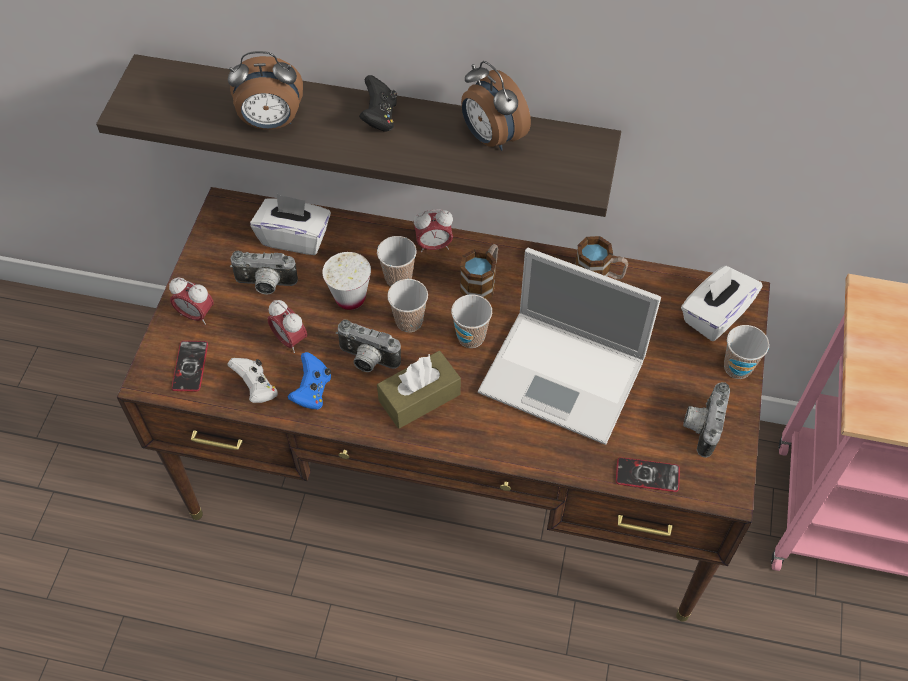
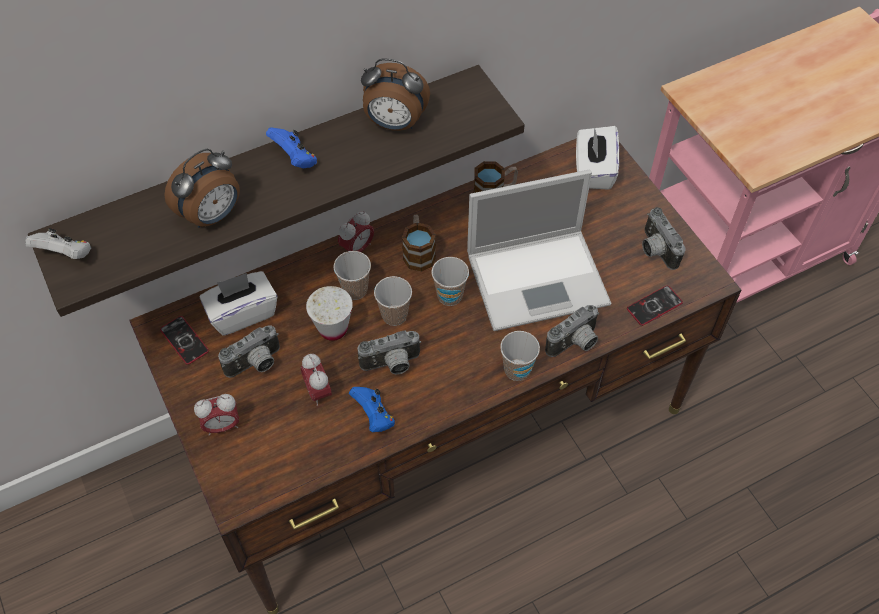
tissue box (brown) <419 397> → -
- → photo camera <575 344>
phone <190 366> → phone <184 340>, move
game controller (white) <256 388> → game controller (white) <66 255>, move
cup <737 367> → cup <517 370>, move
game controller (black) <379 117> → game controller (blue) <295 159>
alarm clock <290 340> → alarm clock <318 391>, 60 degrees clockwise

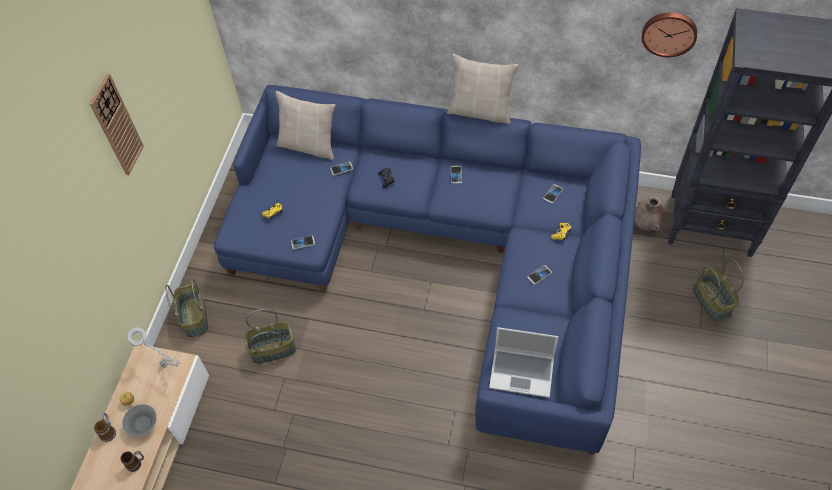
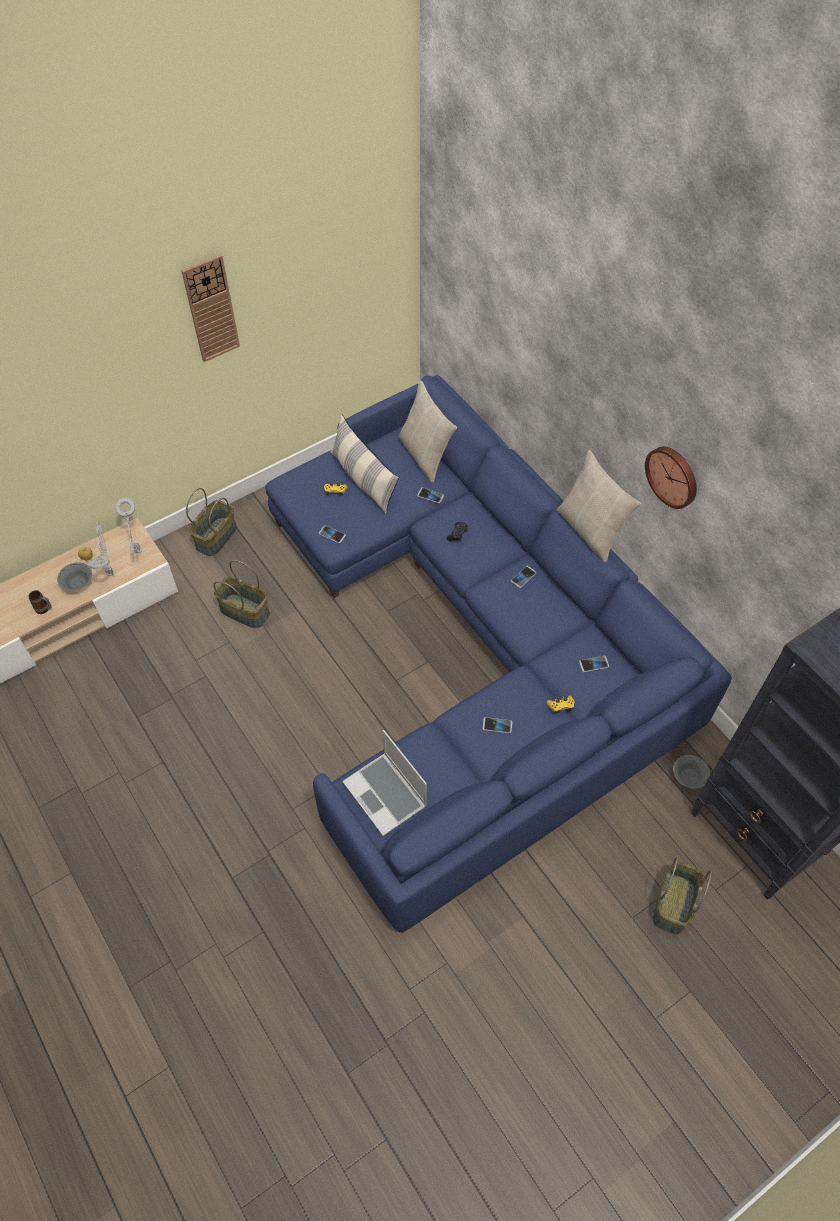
mug <108 431> → -
- → table lamp (grey) <110 572>
- → pillow <363 479>
wall clock <669 33> → wall clock <673 476>, move
vase (brown) <645 225> → bowl (grey) <688 777>

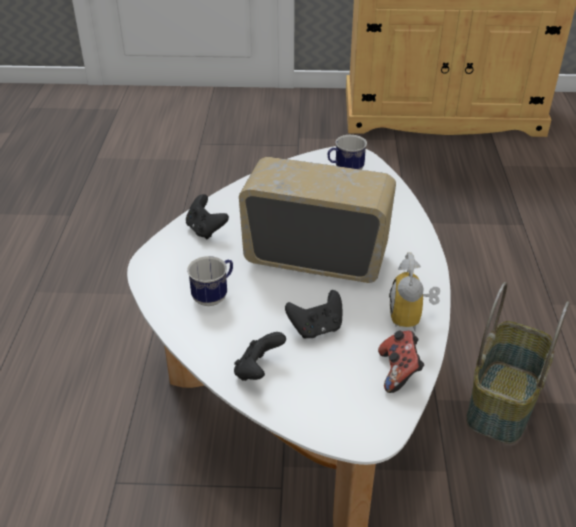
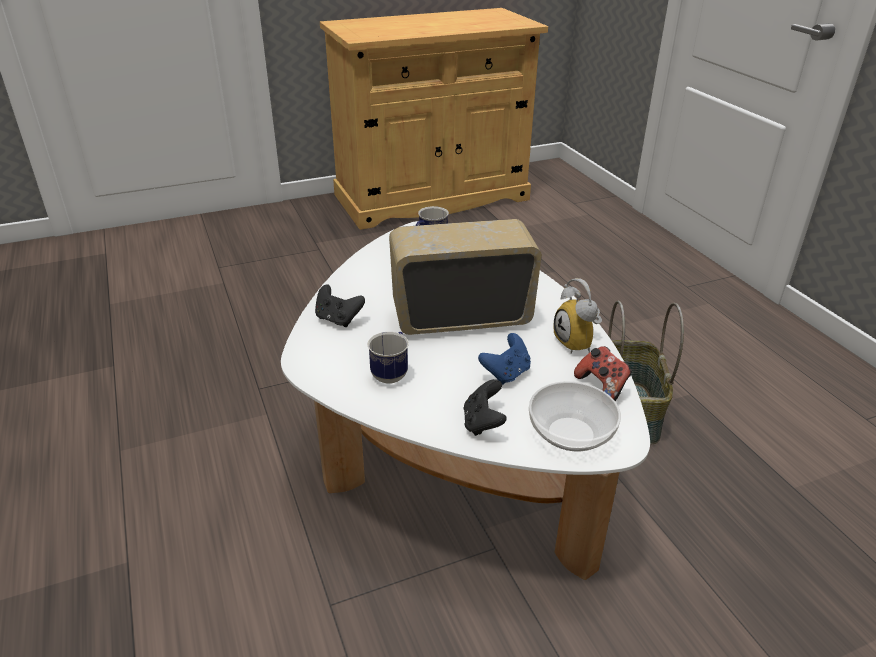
- → bowl <571 435>
game controller (black) <316 328> → game controller (blue) <506 373>

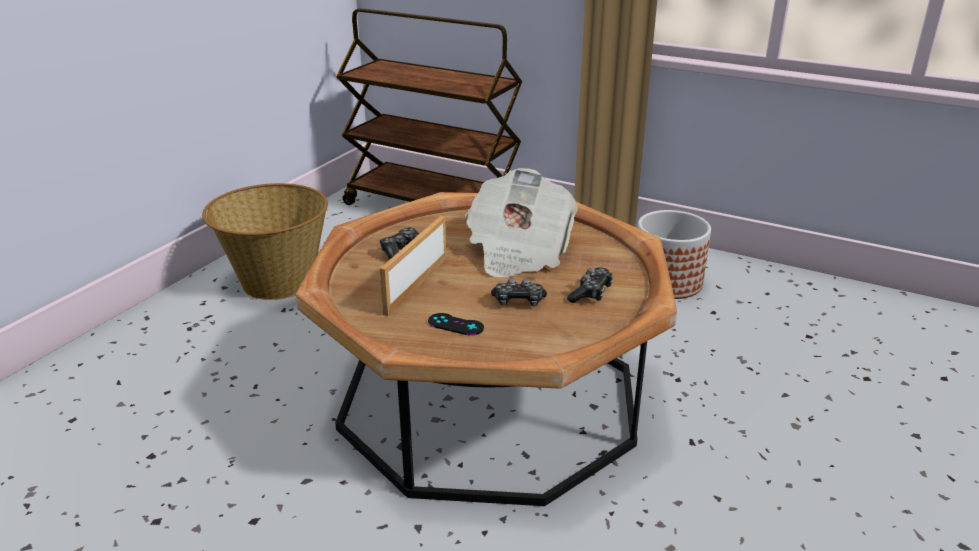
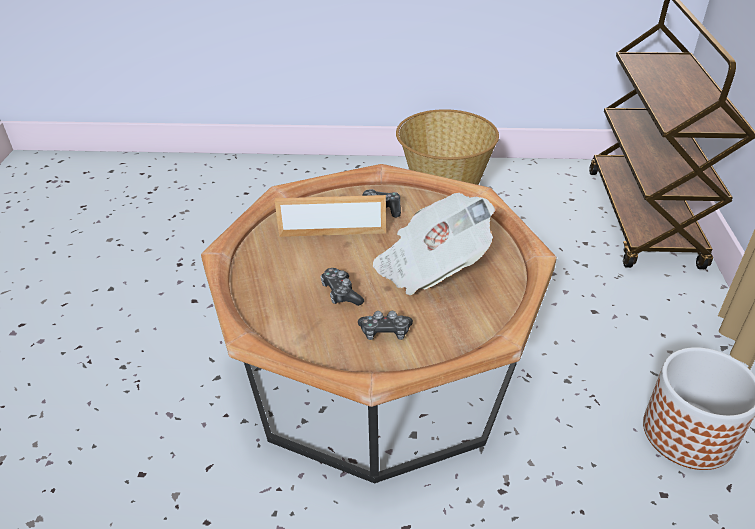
game controller (black) <455 324> → -

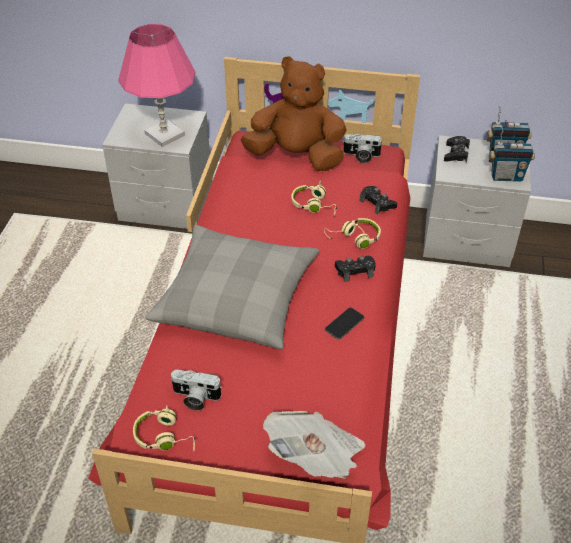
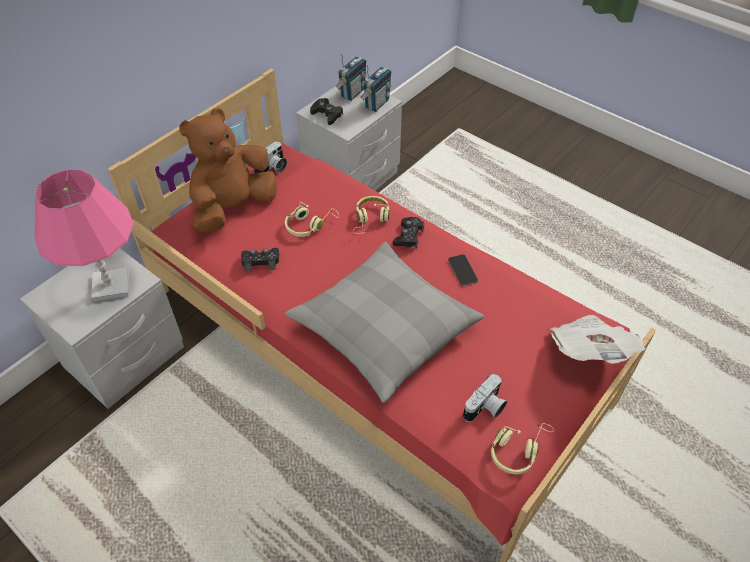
game controller (black) <377 203> → game controller (black) <261 262>, move

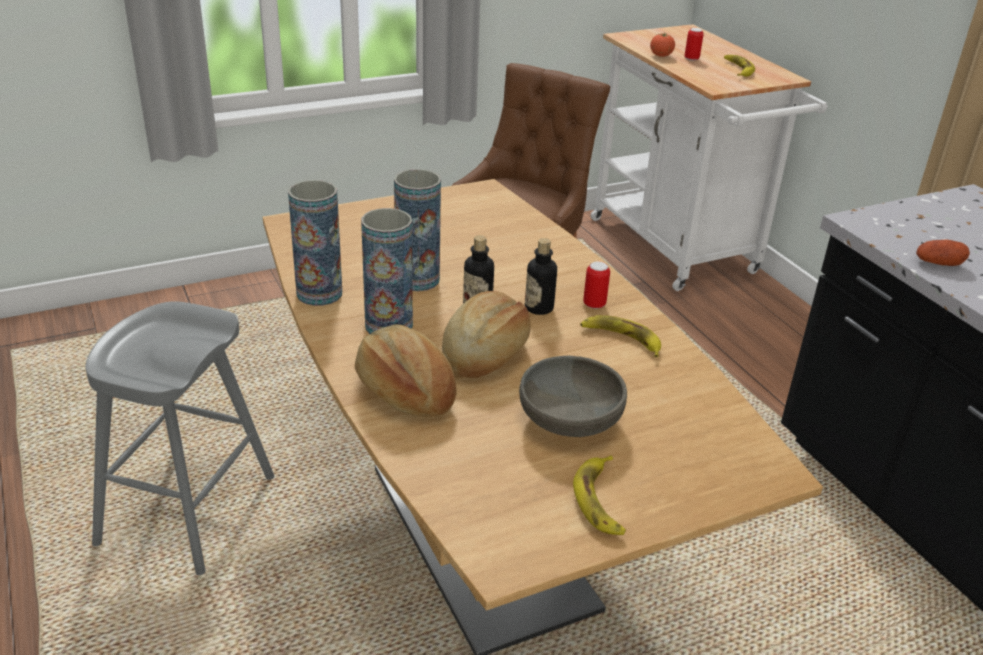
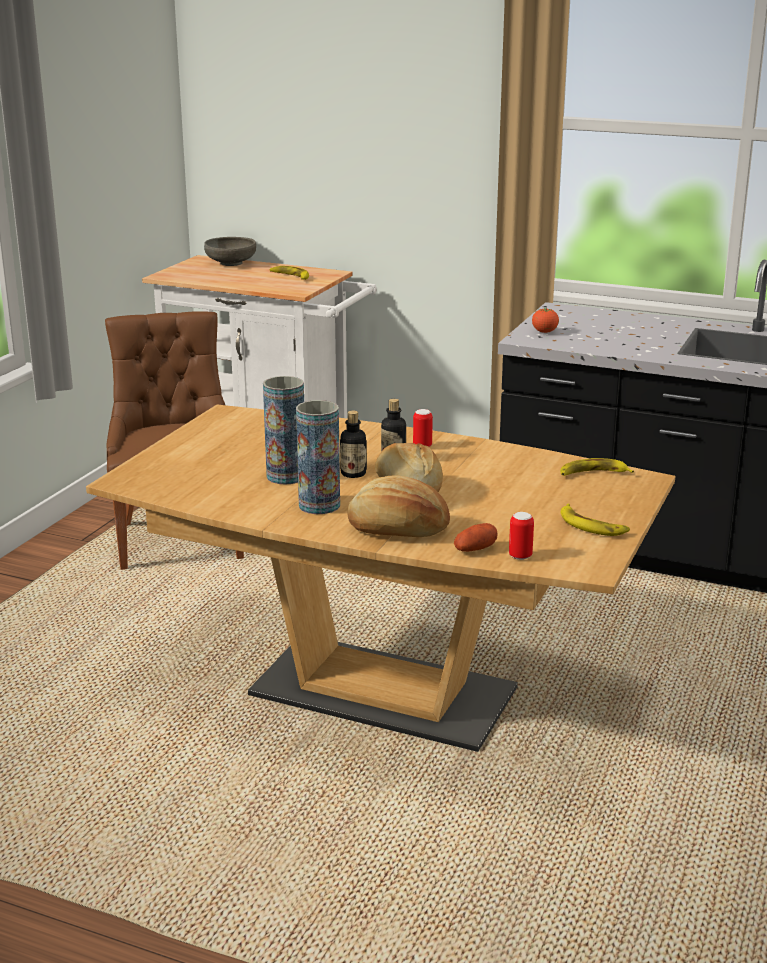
stool (grey) <187 510> → -
vase <319 293> → -
bowl (grey) <570 420> → bowl (grey) <231 263>, move
banana <621 339> → banana <593 474>, move
tomato <661 56> → tomato <544 332>, move
can <691 59> → can <520 556>, move
potato <938 263> → potato <475 549>, move

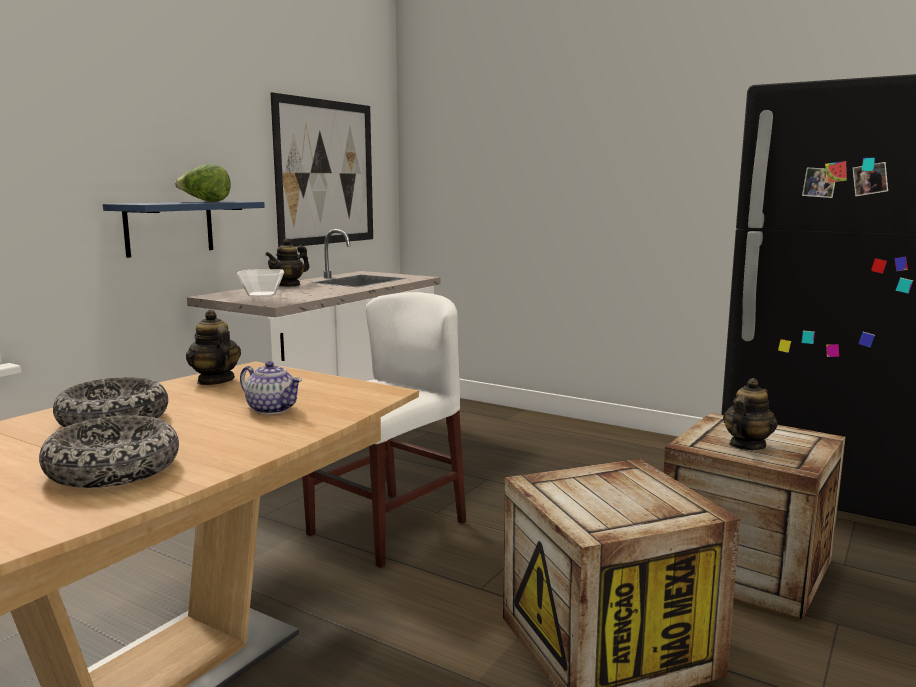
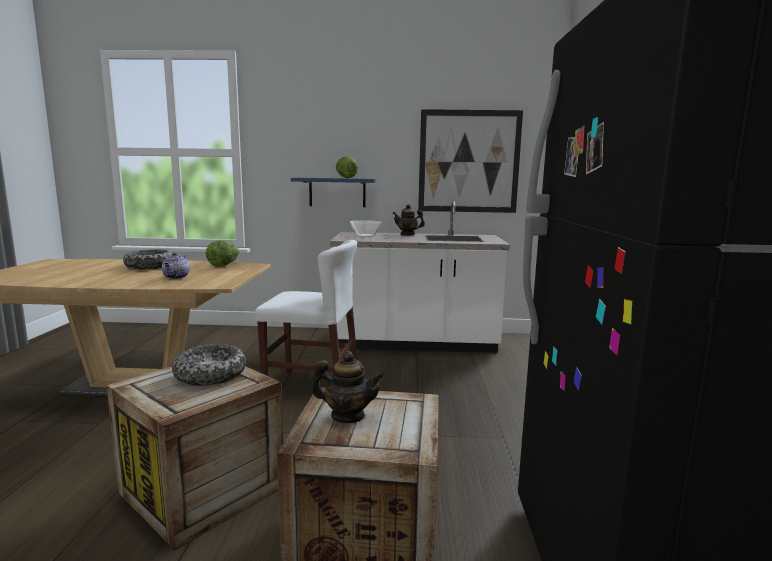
bowl <113 469> → bowl <210 375>, move
teapot <215 381> → lettuce <224 265>

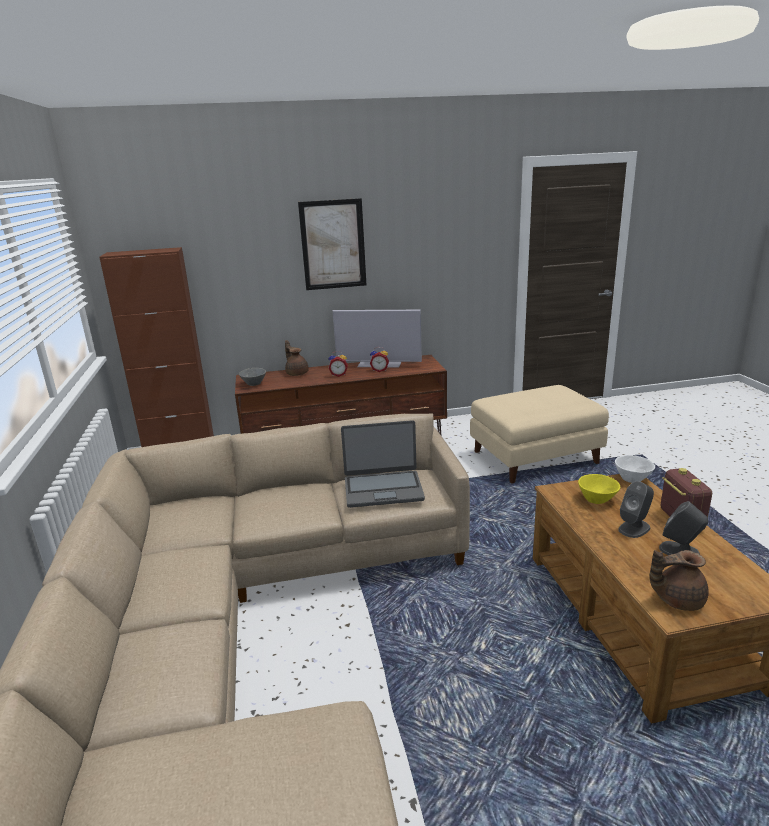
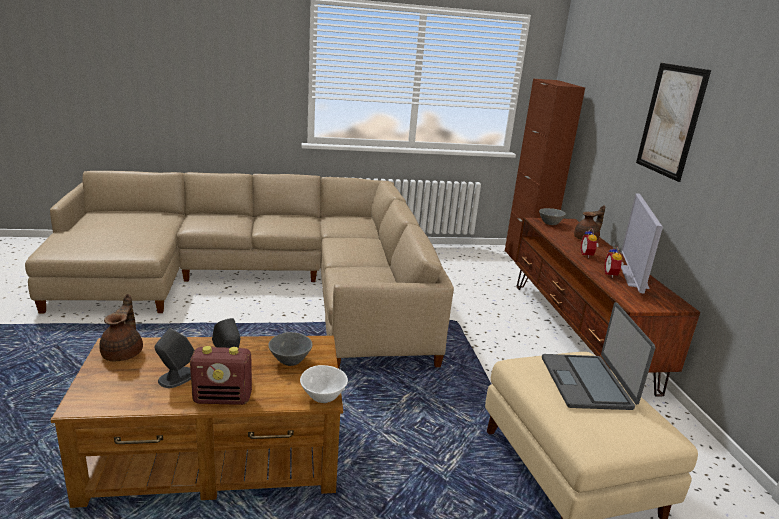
laptop <383 489> → laptop <587 383>, move
bowl (yellow) <598 500> → bowl (grey) <289 361>

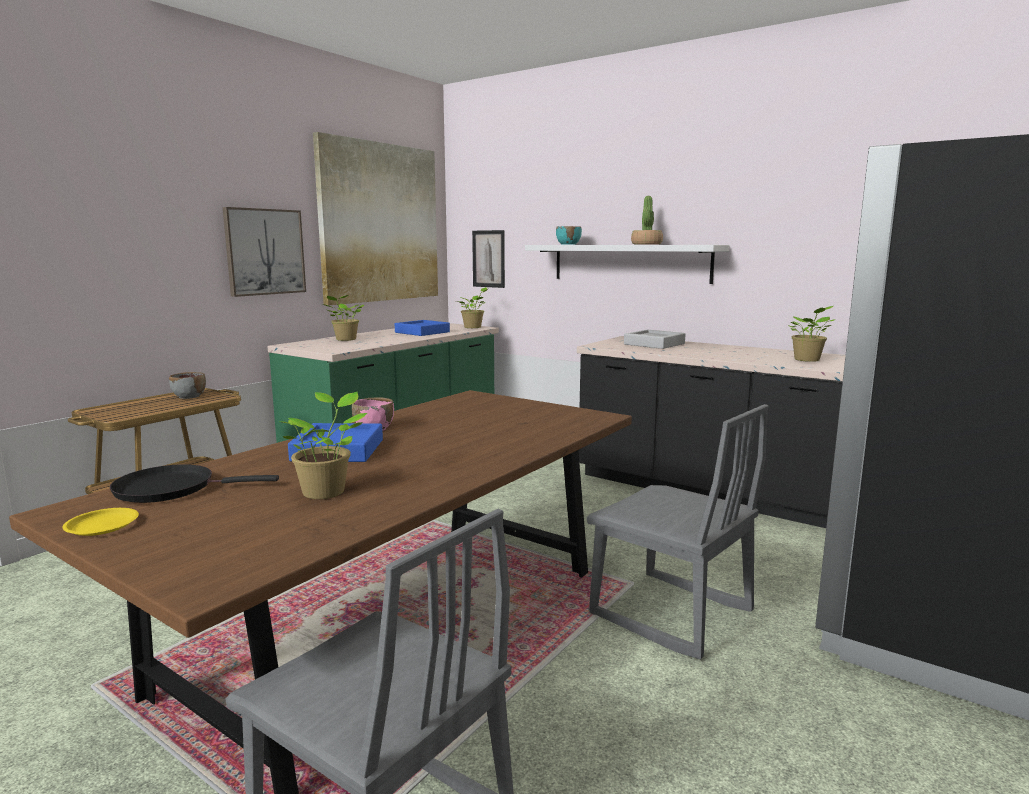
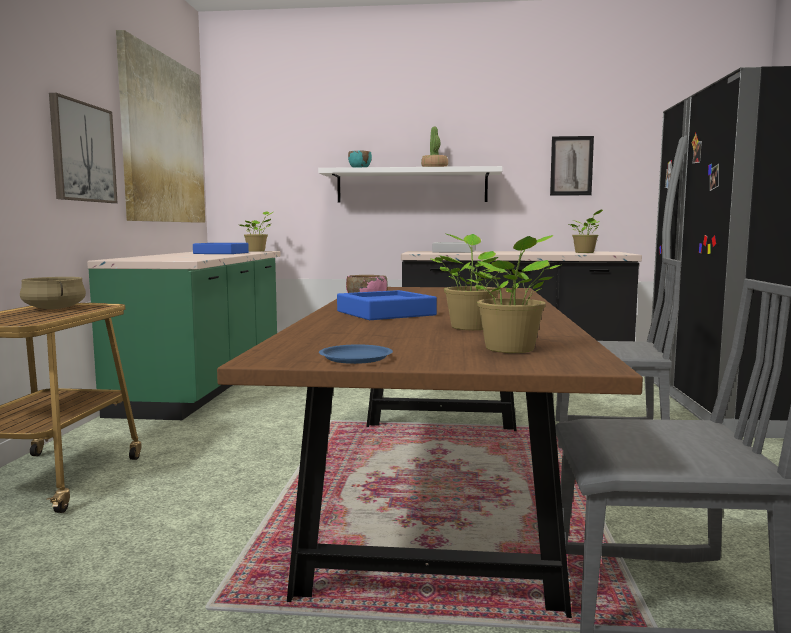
frying pan (black) <171 489> → -
potted plant <345 339> → potted plant <511 350>, move
picture <488 259> → picture <571 166>, move
bowl (grey) <189 396> → cooking pot (beige) <55 308>
plate (yellow) <102 526> → plate (blue) <356 358>

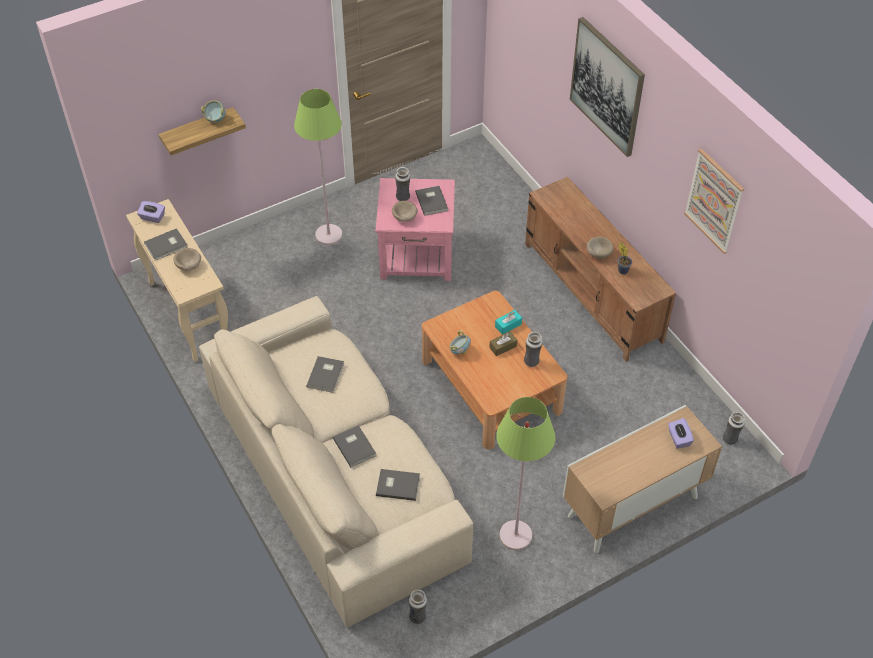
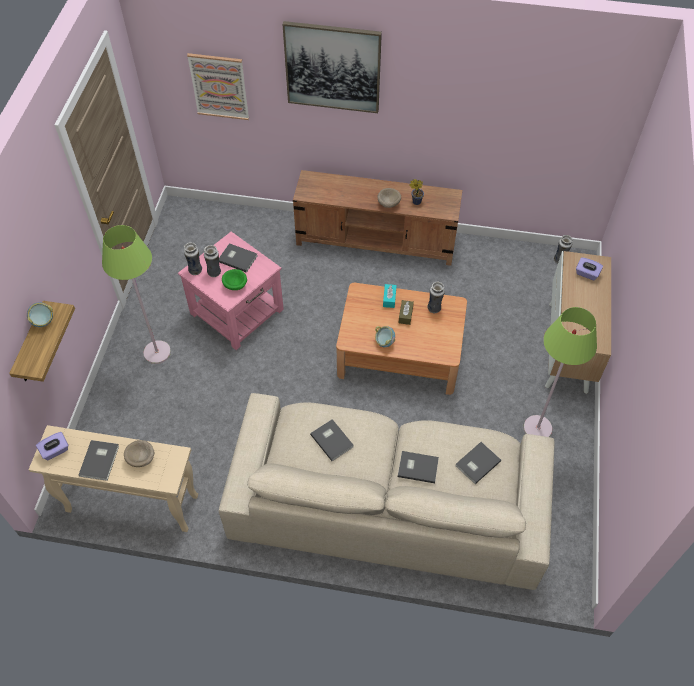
vase <418 617> → vase <195 270>, move
picture <714 200> → picture <219 86>, move
bowl (beige) <404 218> → bowl (green) <235 285>

